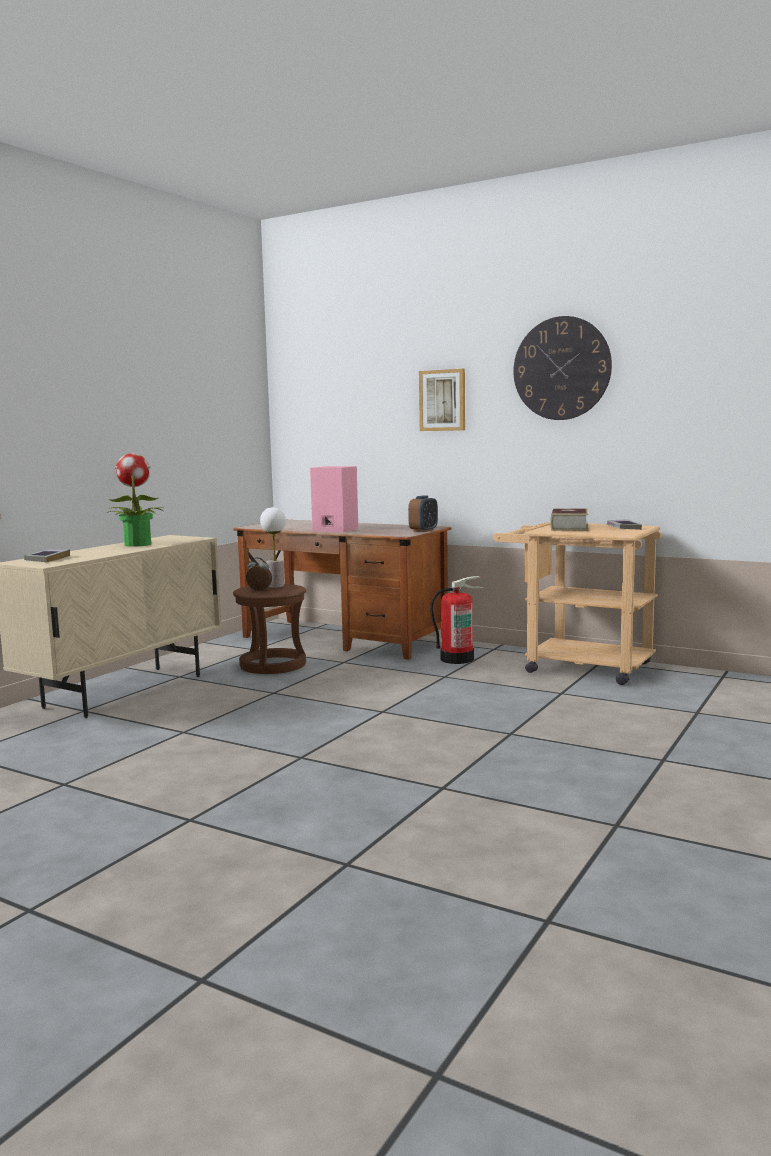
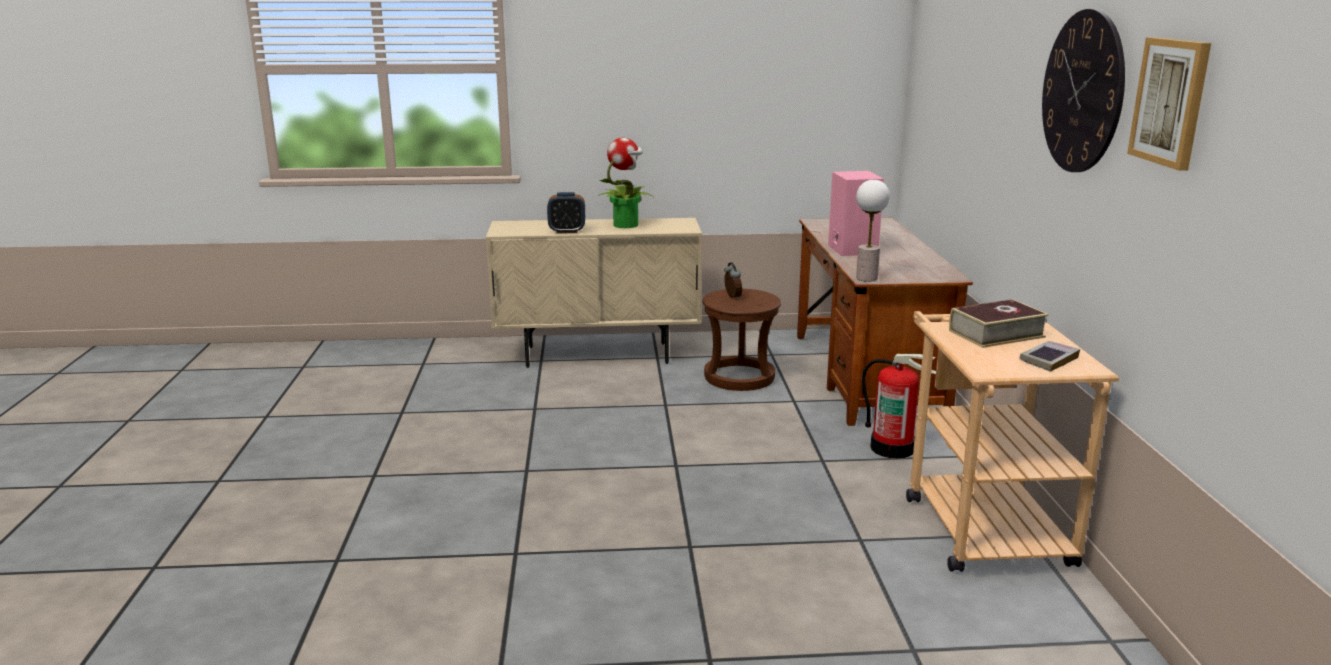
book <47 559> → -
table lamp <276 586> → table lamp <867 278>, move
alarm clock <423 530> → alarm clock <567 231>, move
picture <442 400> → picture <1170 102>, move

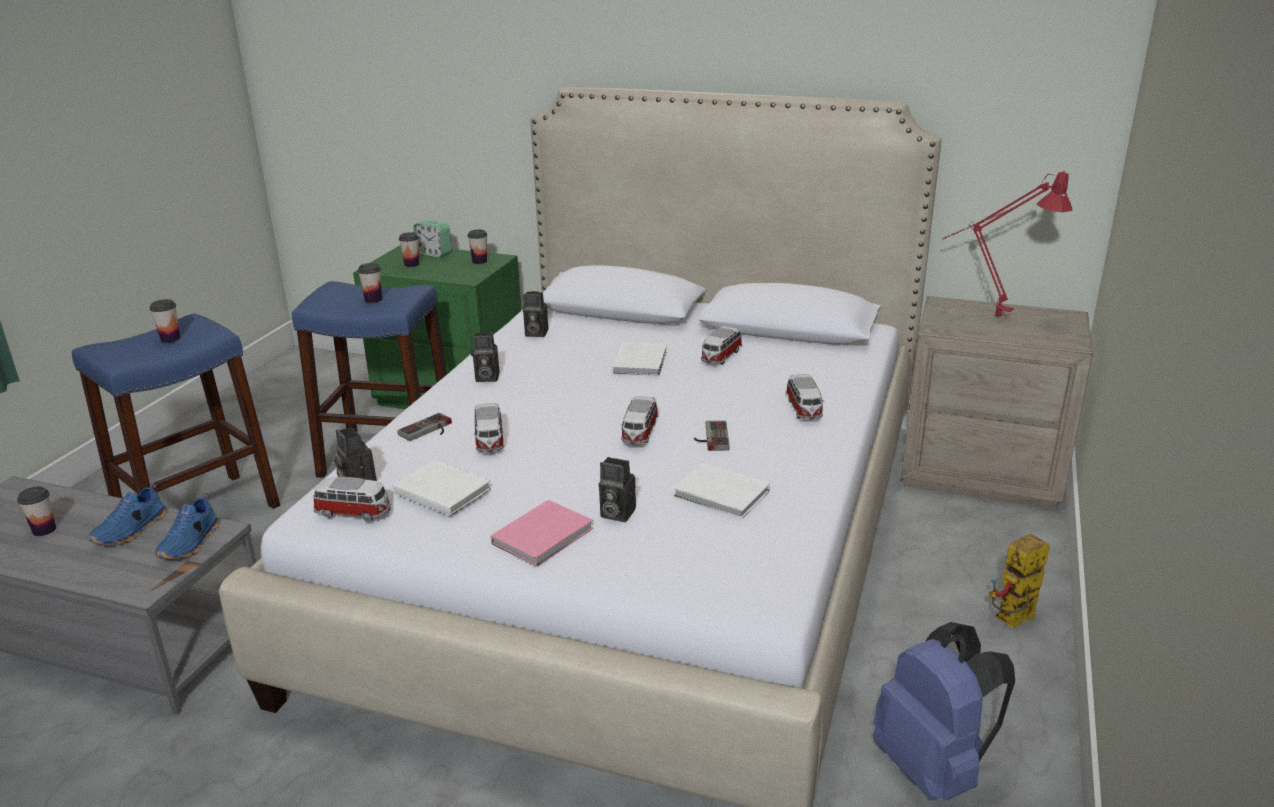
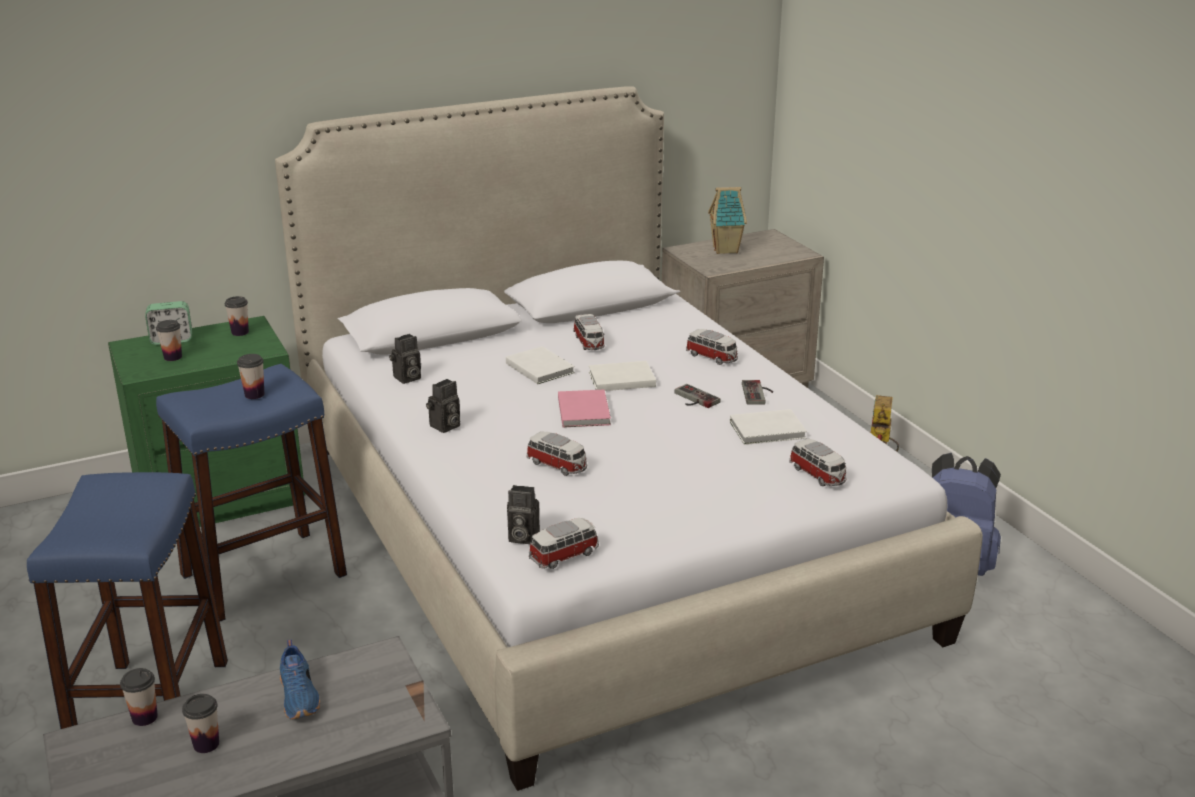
shoe (blue) <191 543> → -
photo camera <615 513> → -
cup <170 339> → cup <144 717>, move
book (white) <441 489> → book (white) <620 379>, move
game controller <428 430> → game controller <758 394>, move
book (pink) <545 535> → book (pink) <584 410>, move
toy car <639 433> → toy car <818 475>, move
table lamp (red) <989 316> → toy house <726 250>

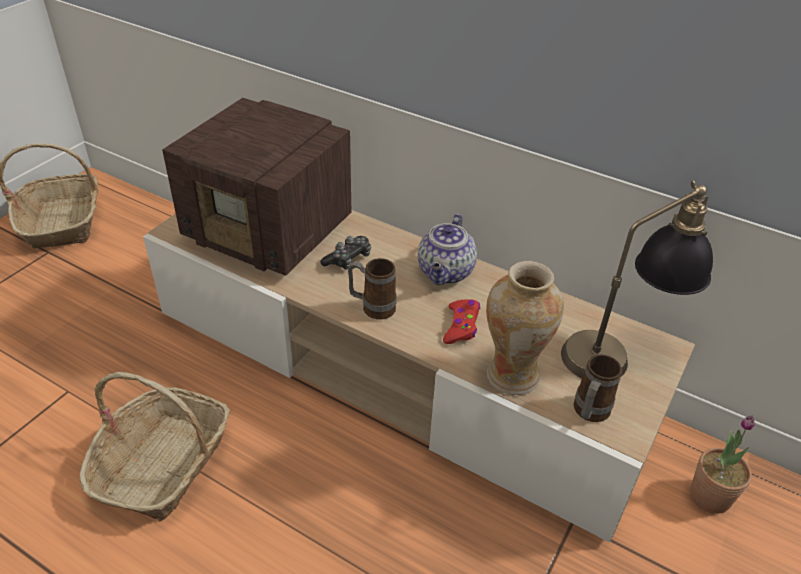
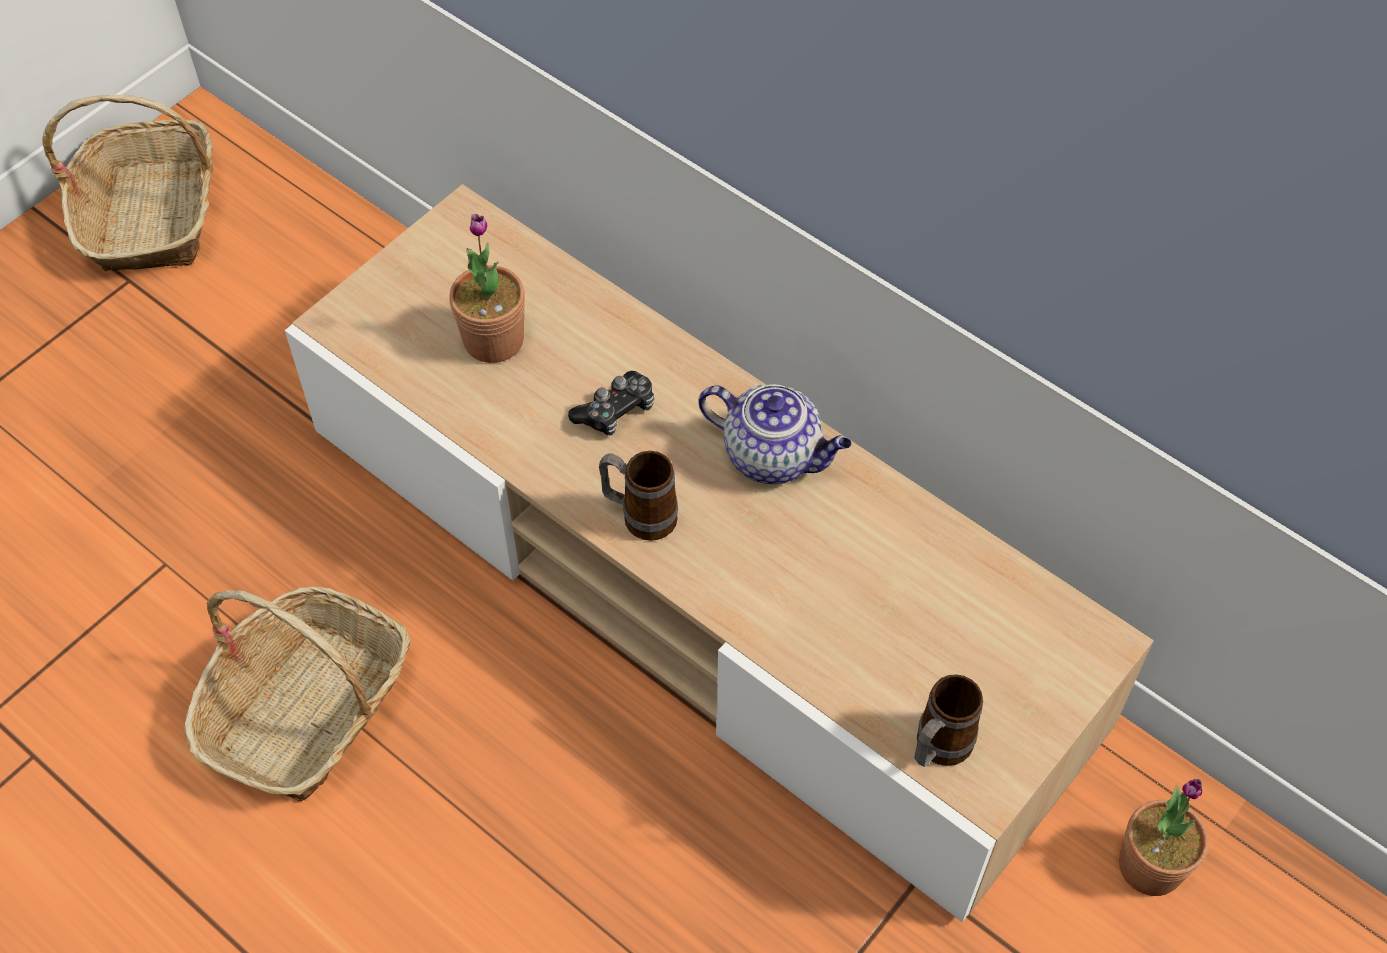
game controller (red) <461 326> → -
vase <512 375> → -
table lamp <620 352> → -
radio <270 232> → potted plant <493 340>
teapot <446 273> → teapot <774 456>, 90 degrees counterclockwise

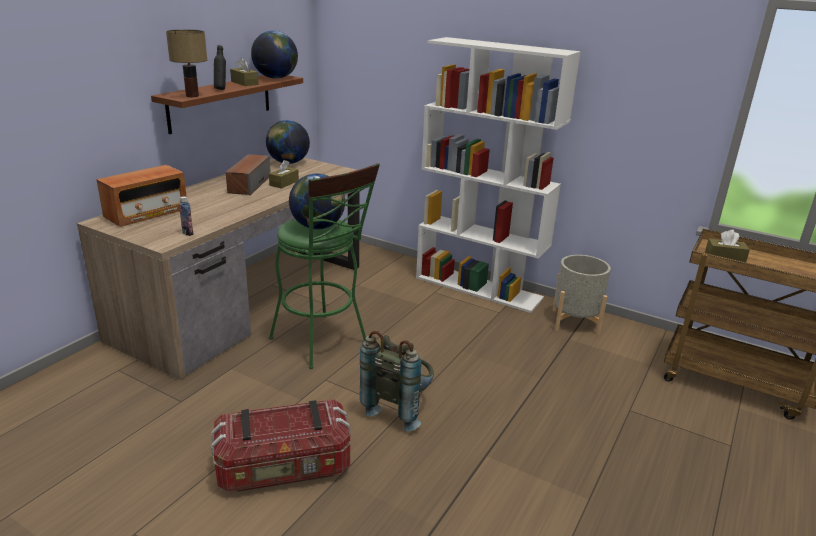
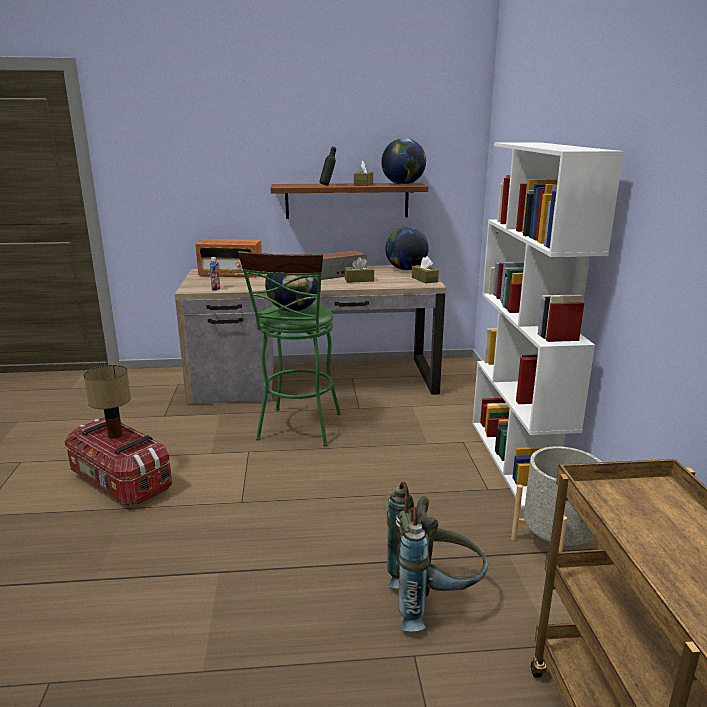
table lamp <193 96> → table lamp <116 435>, move
backpack (grey) <399 407> → backpack (grey) <433 601>, move
tissue box (brown) <725 257> → tissue box (brown) <424 279>, move

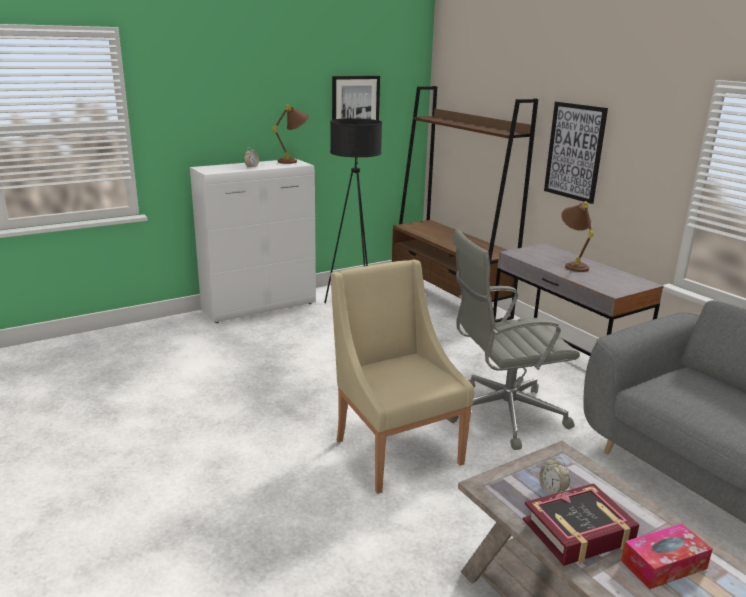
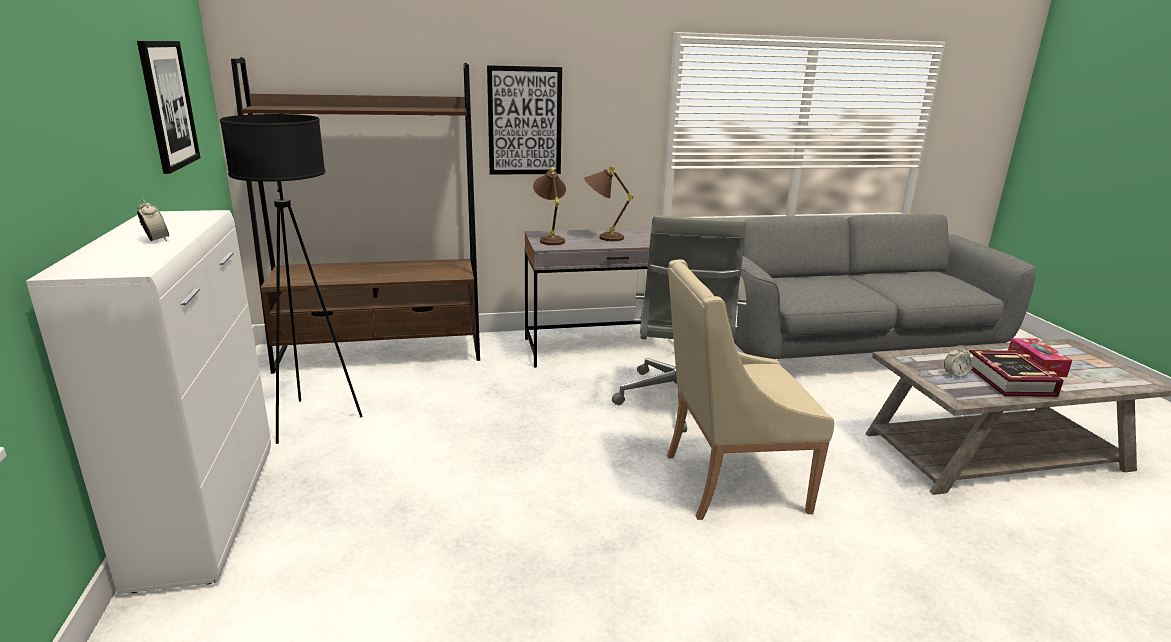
table lamp (brown) <293 161> → table lamp (brown) <550 239>, move

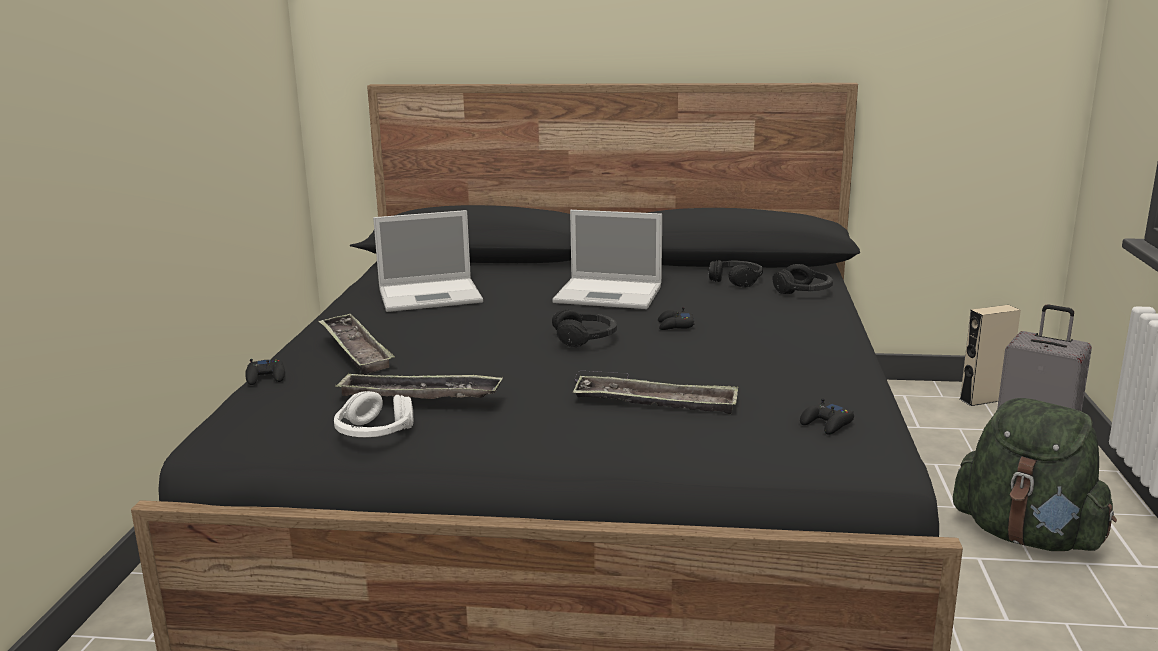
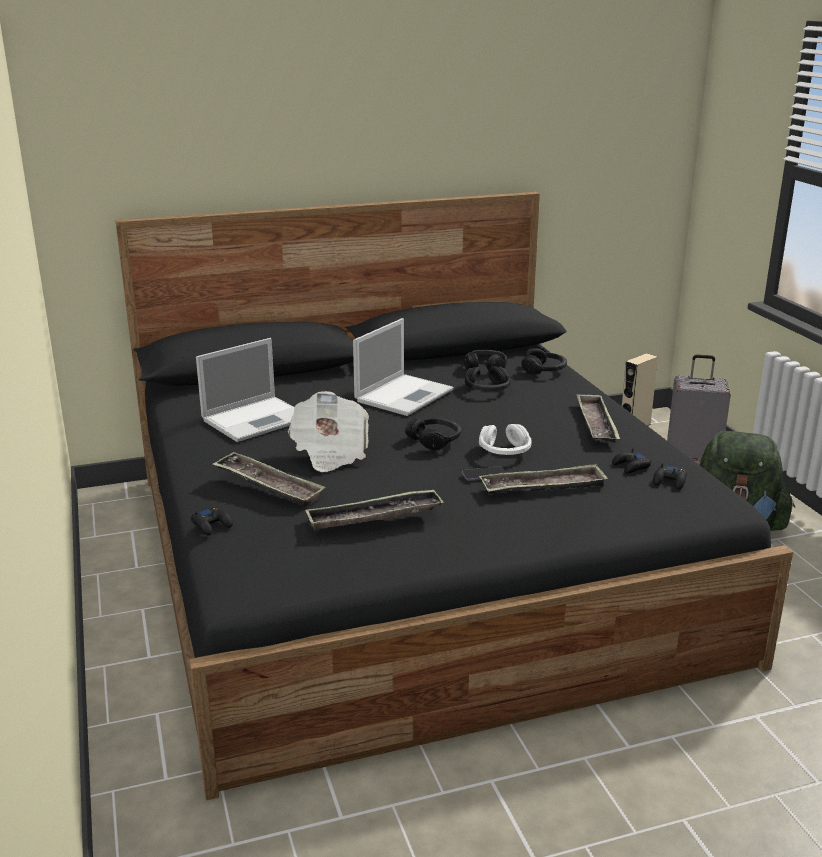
- → newspaper <330 452>
- → headphones (black) <487 389>
- → tray <596 423>
headphones (white) <374 432> → headphones (white) <505 451>, move
game controller (black) <675 325> → game controller (black) <631 466>, move
laptop <610 294> → laptop <405 395>, 45 degrees counterclockwise

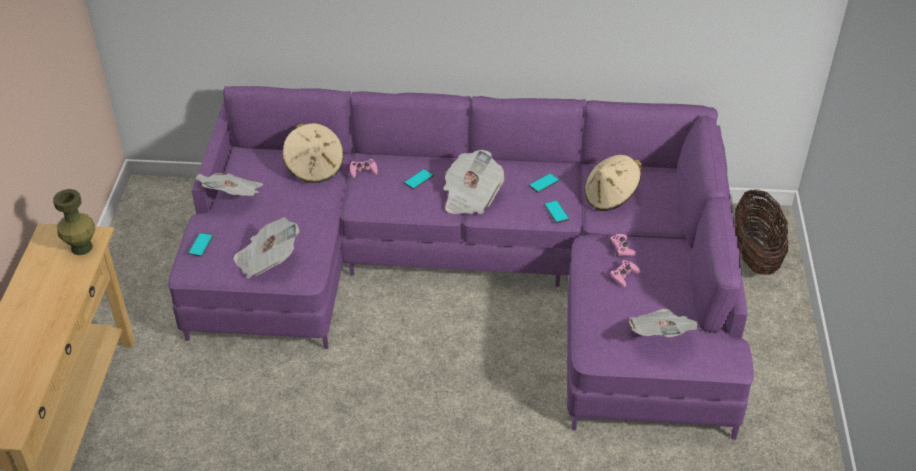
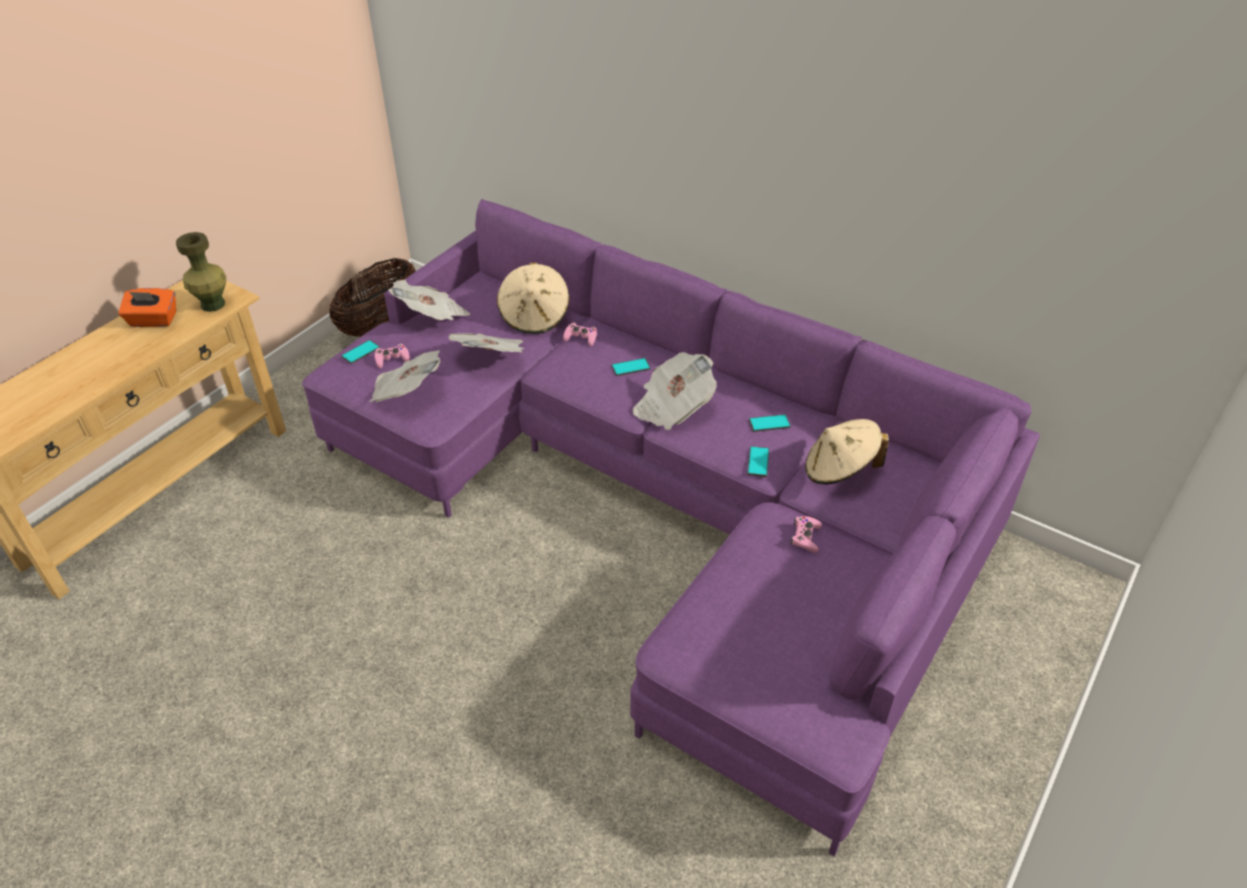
- → tissue box (orange) <153 320>
game controller (pink) <623 275> → game controller (pink) <392 359>, move
newspaper <660 335> → newspaper <492 358>, move
basket <755 254> → basket <380 323>, move

